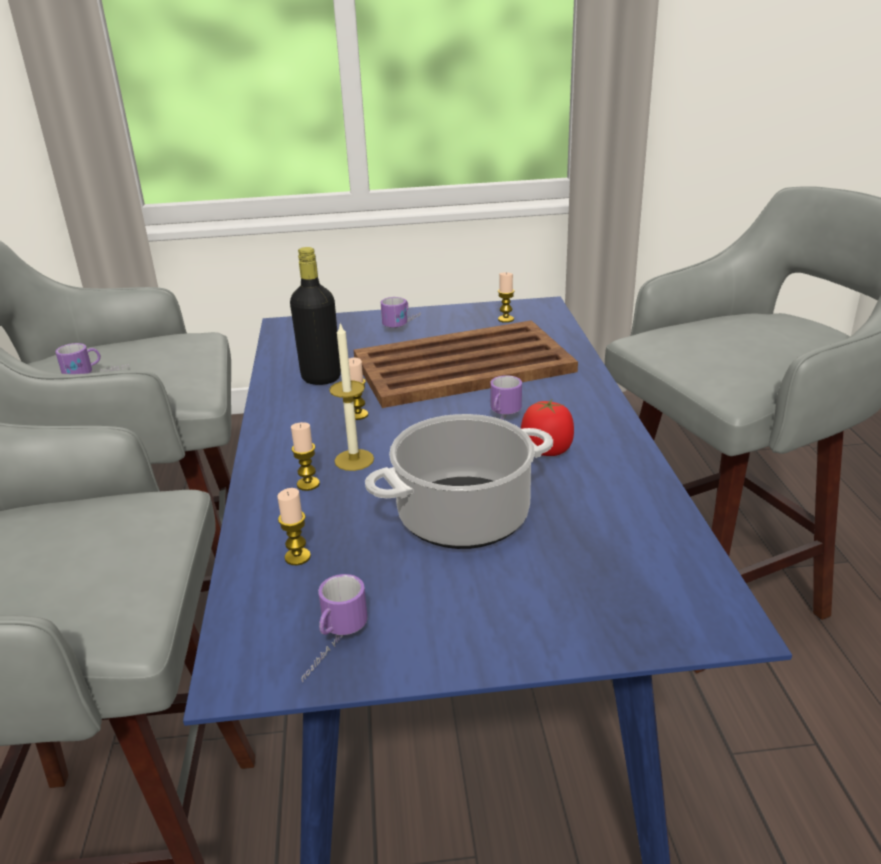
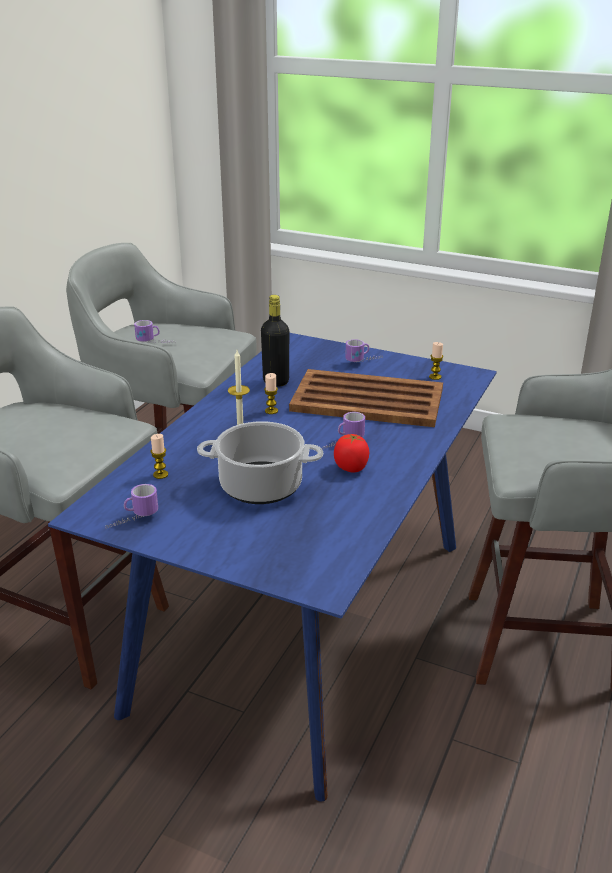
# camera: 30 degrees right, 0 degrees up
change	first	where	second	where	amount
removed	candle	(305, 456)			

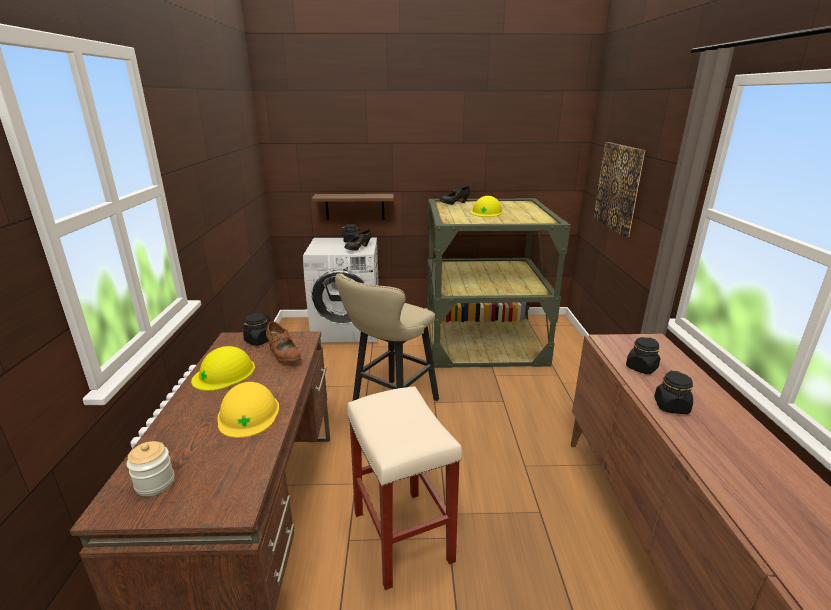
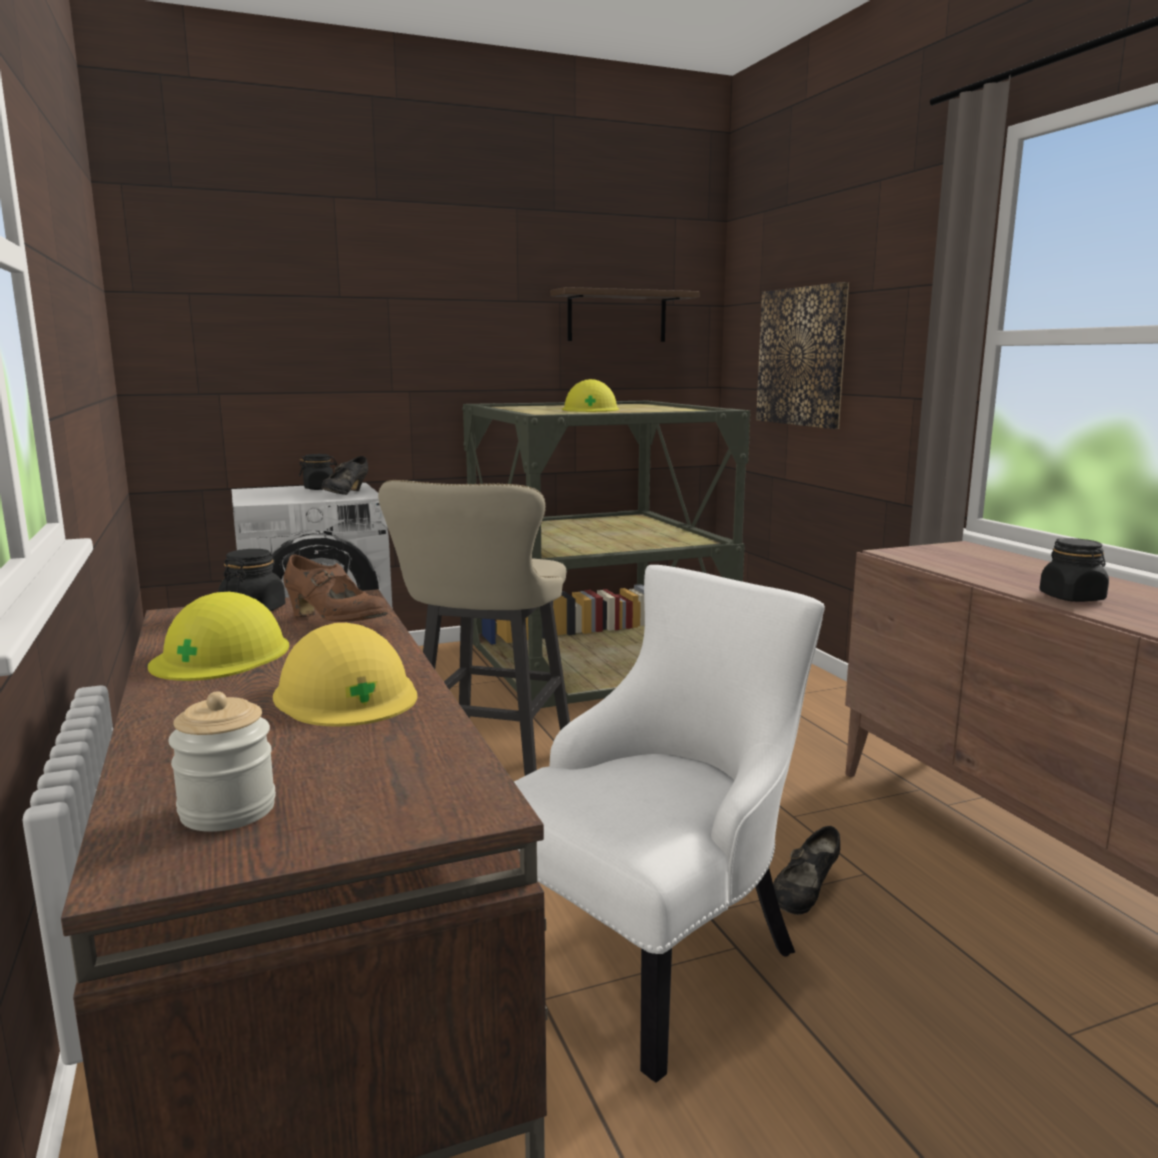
# camera: 20 degrees left, 10 degrees down
change	first	where	second	where	amount
moved	shelf	(352, 207)		(625, 314)	
replaced	stool in beige	(404, 488)	chair in white	(669, 824)	
moved	shoe in black	(455, 195)		(806, 870)	
removed	jar in black	(643, 355)			

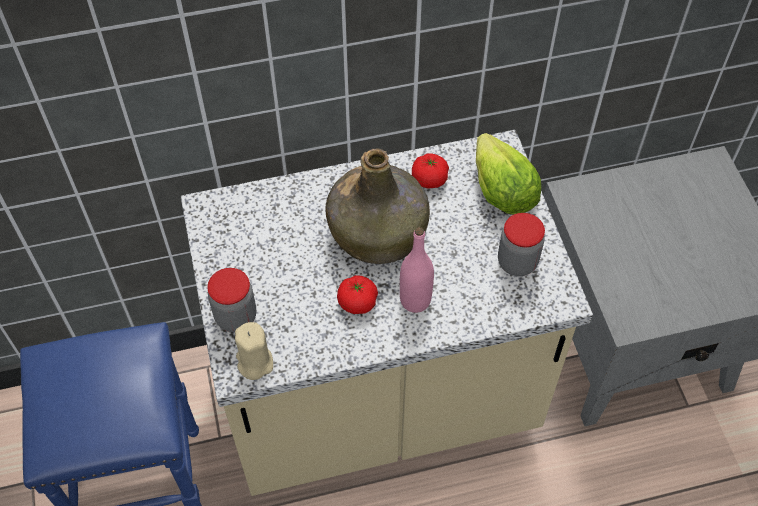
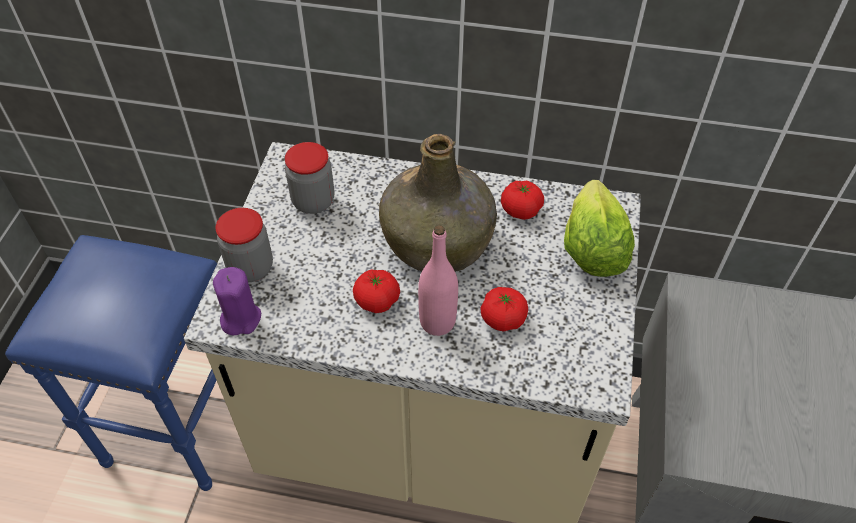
# camera: 25 degrees right, 5 degrees down
change	first	where	second	where	amount
recoloured	candle in beige	(254, 351)	candle in purple	(237, 301)	
moved	jar	(521, 244)		(309, 178)	
added			tomato	(504, 309)	

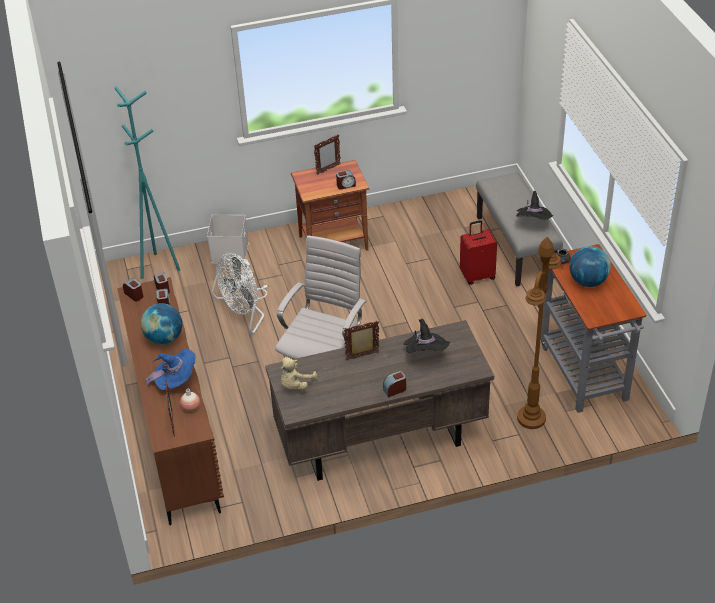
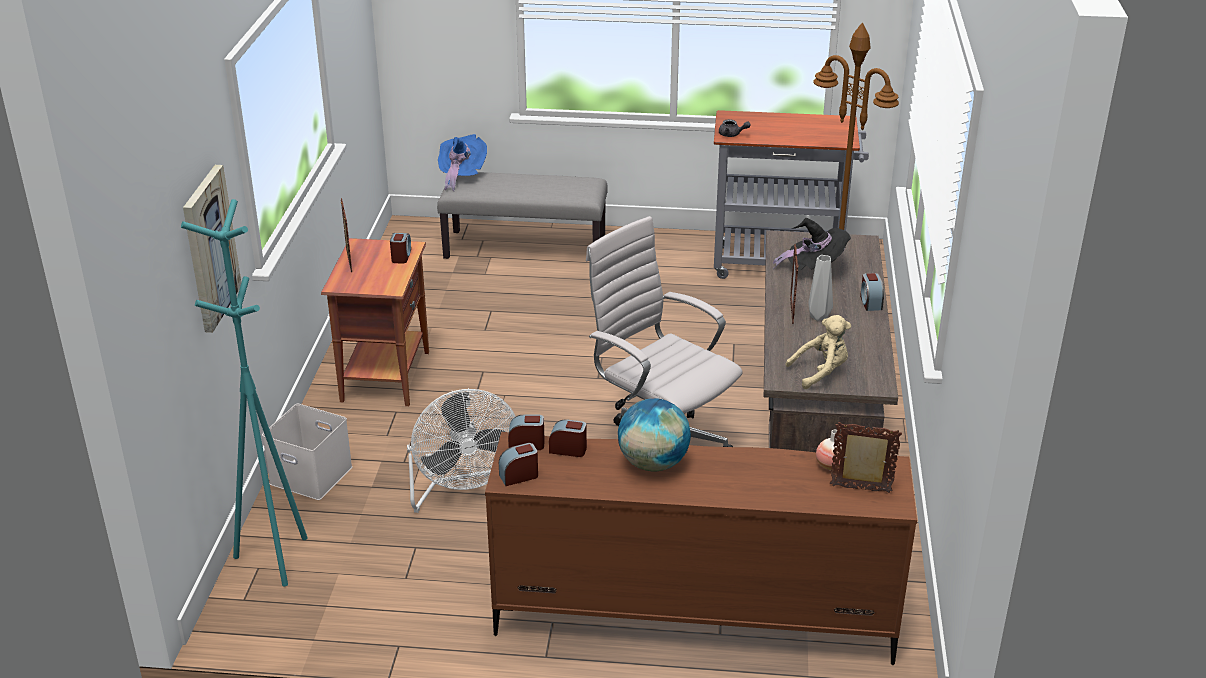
# camera: 70 degrees left, 10 degrees down
change	first	where	second	where	amount
moved	hat in blue	(170, 370)		(462, 162)	
turned	plush toy in beige	(299, 373)		(818, 352)	75 degrees counterclockwise
removed	suitcase in red	(478, 252)			
removed	hat in black	(534, 205)			
removed	globe	(590, 266)			
added			picture	(212, 249)	
added			vase in grey	(820, 288)	

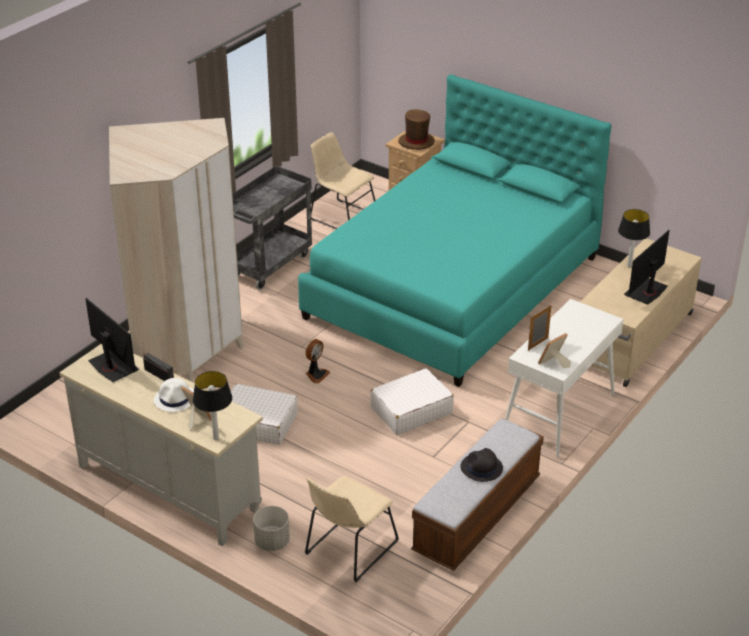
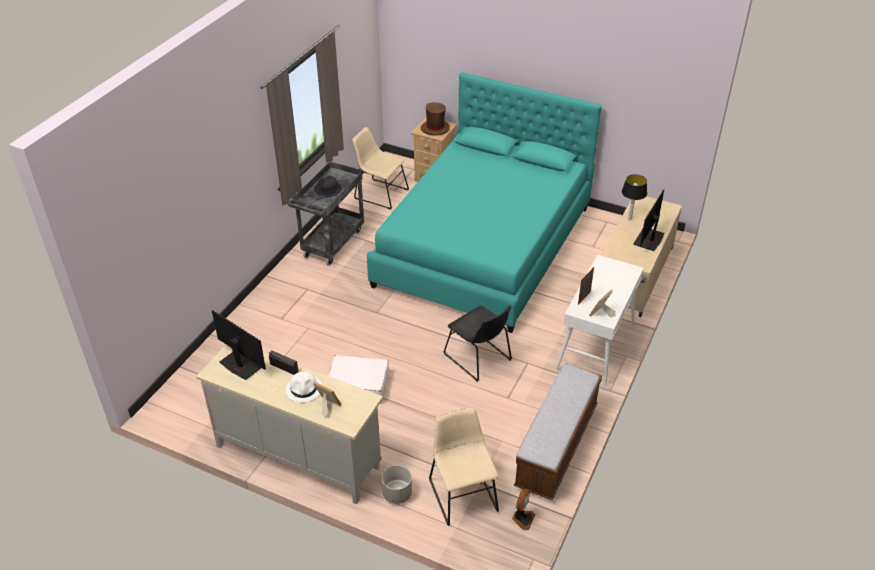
# camera: 10 degrees left, 5 degrees up
change	first	where	second	where	amount
removed	wardrobe in beige	(176, 250)			
removed	table lamp	(212, 405)			
moved	fan	(317, 361)		(523, 509)	
turned	chair in beige	(352, 529)		(464, 466)	135 degrees clockwise
replaced	suitcase in white	(412, 401)	chair in black	(477, 344)	
moved	hat in black	(482, 465)		(328, 186)	

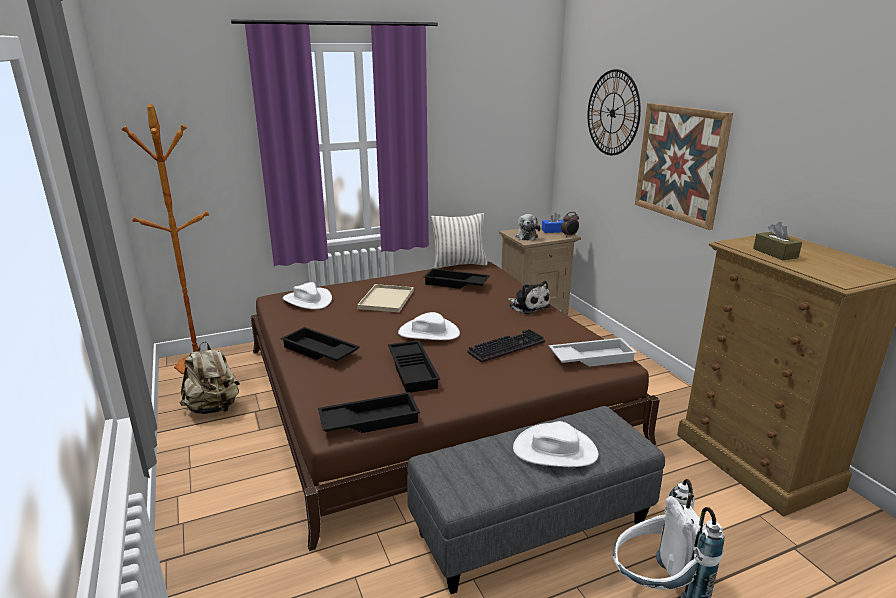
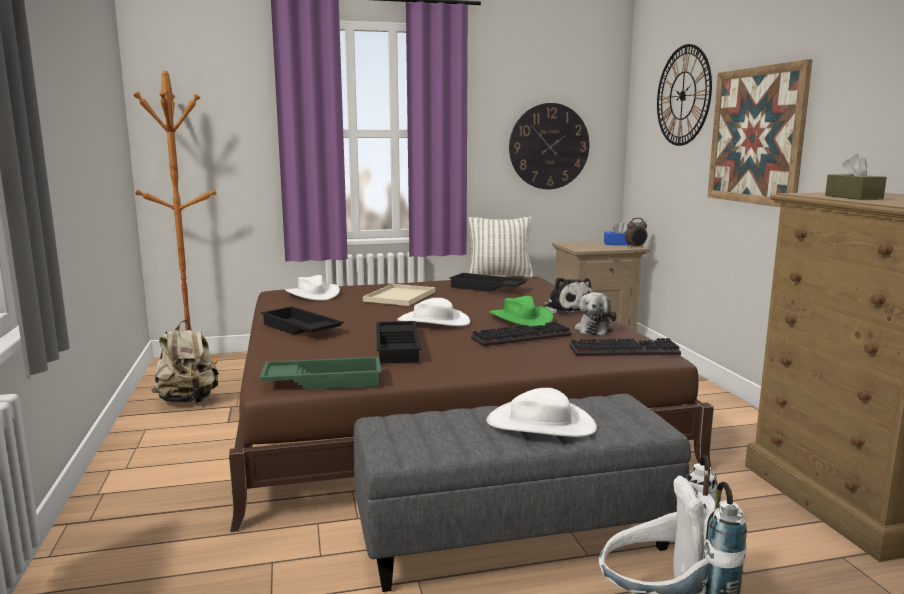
# camera: 10 degrees right, 10 degrees down
change	first	where	second	where	amount
recoloured	tray in black	(369, 412)	tray in green	(320, 373)	
moved	plush toy	(528, 227)		(596, 314)	
replaced	tray in white	(593, 352)	keyboard	(625, 347)	
added			hat in green	(521, 311)	
added			wall clock	(549, 146)	

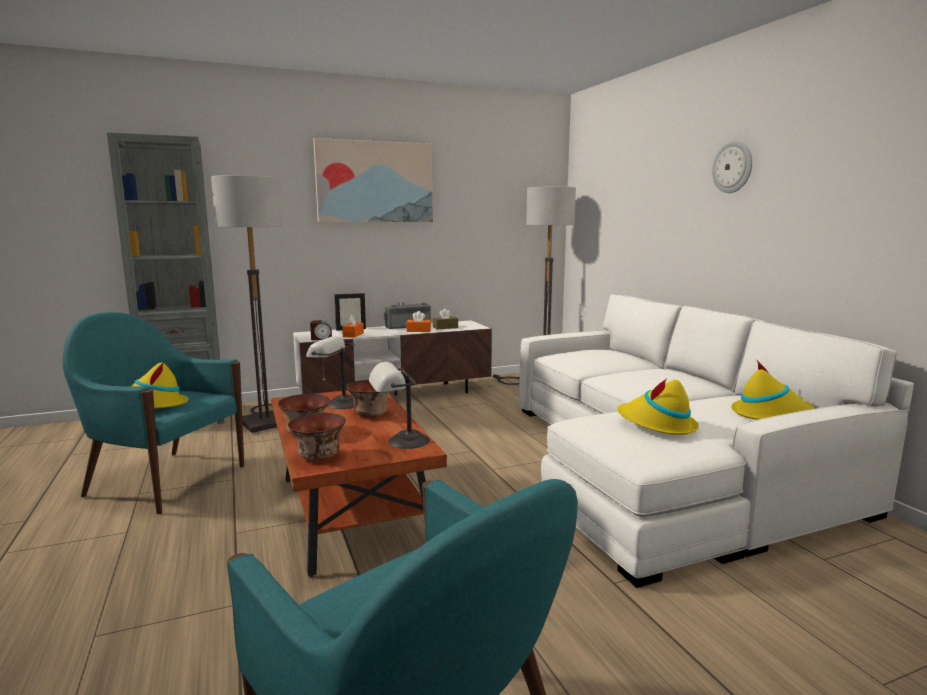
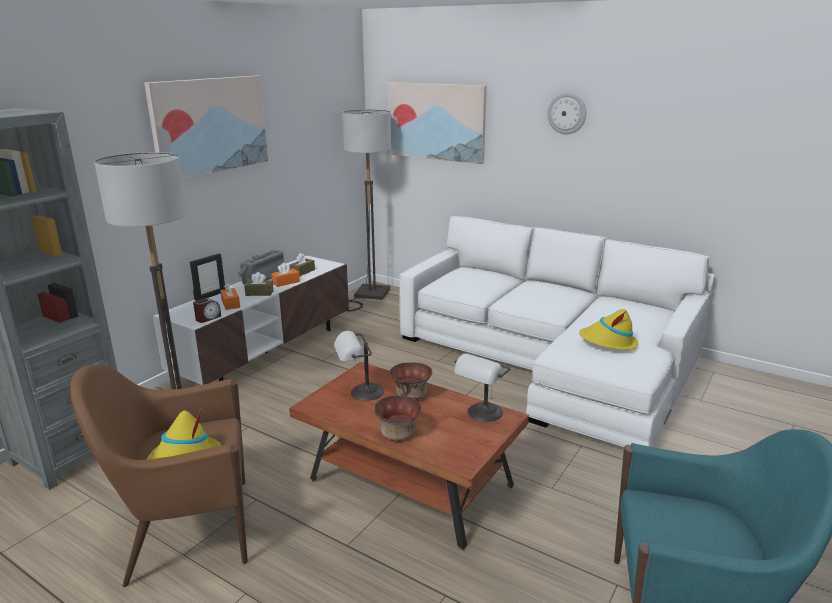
# camera: 35 degrees left, 10 degrees up
change	first	where	second	where	amount
recoloured	armchair in turquoise	(153, 413)	armchair in brown	(159, 475)	
removed	bowl	(317, 436)			
removed	hat in yellow	(772, 389)			
added			tissue box in brown	(259, 284)	
added			picture	(437, 123)	

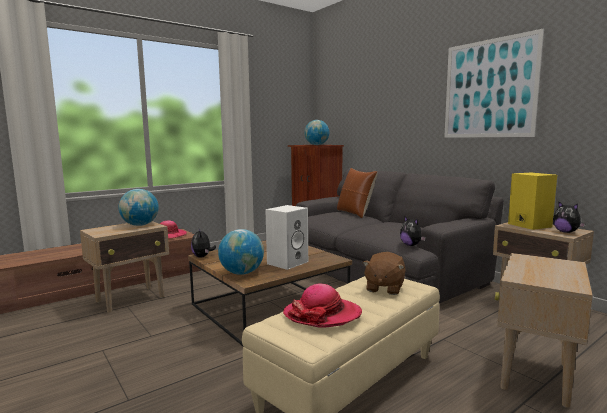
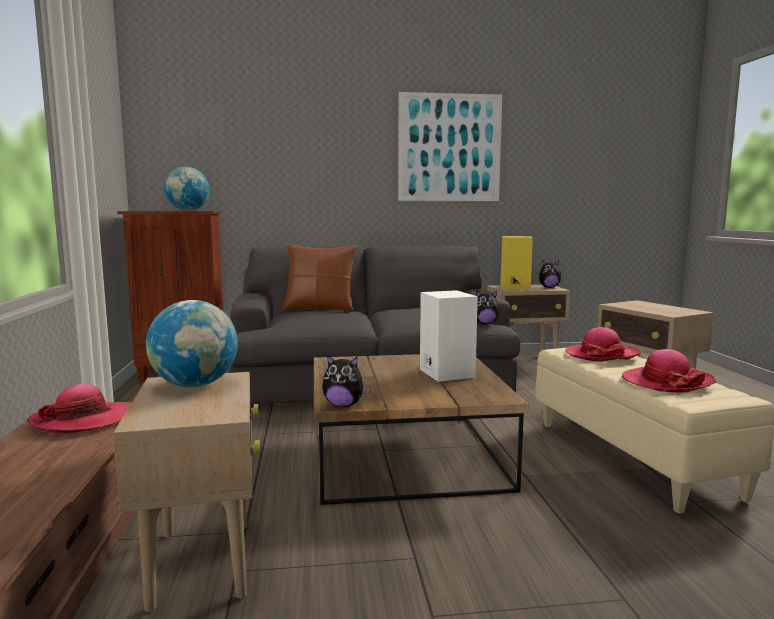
# camera: 60 degrees left, 0 degrees up
change	first	where	second	where	amount
removed	globe	(241, 252)			
replaced	plush toy in brown	(384, 273)	hat	(603, 344)	

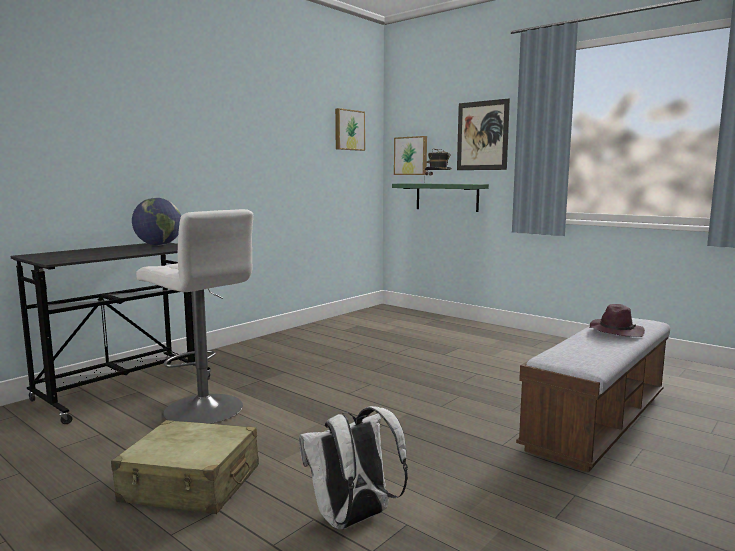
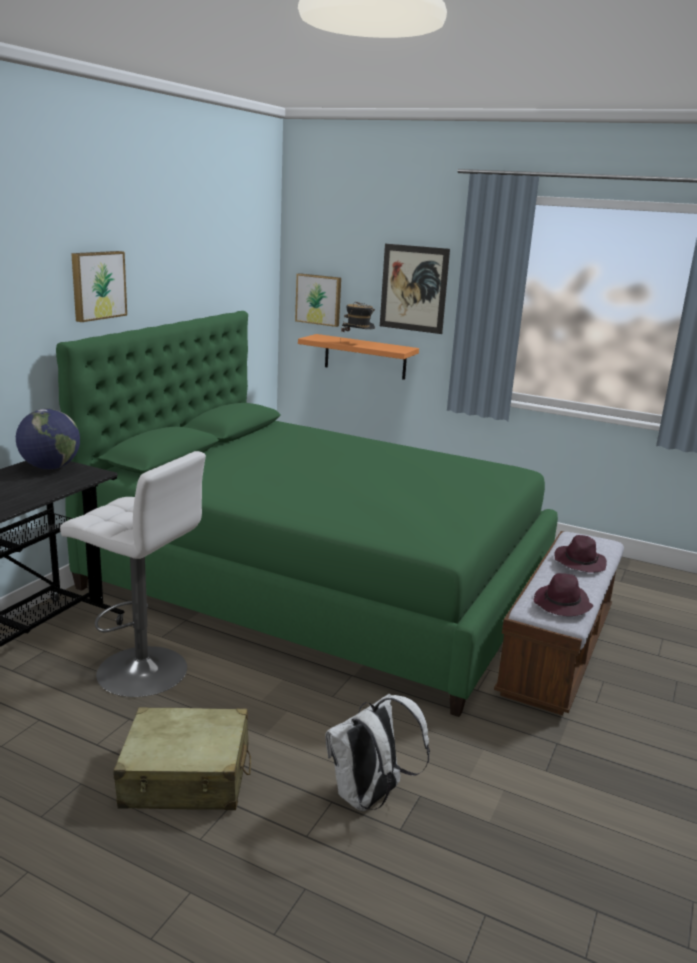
# camera: 15 degrees left, 10 degrees up
change	first	where	second	where	amount
moved	picture	(350, 129)		(99, 286)	
recoloured	shelf in green	(440, 197)	shelf in orange	(358, 357)	
added			bed in green	(307, 514)	
added			hat in purple	(563, 594)	

